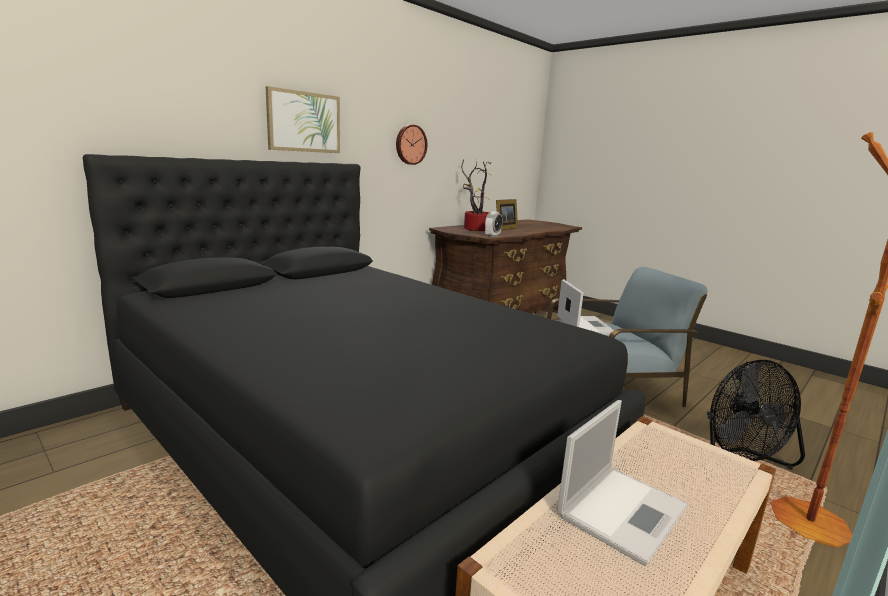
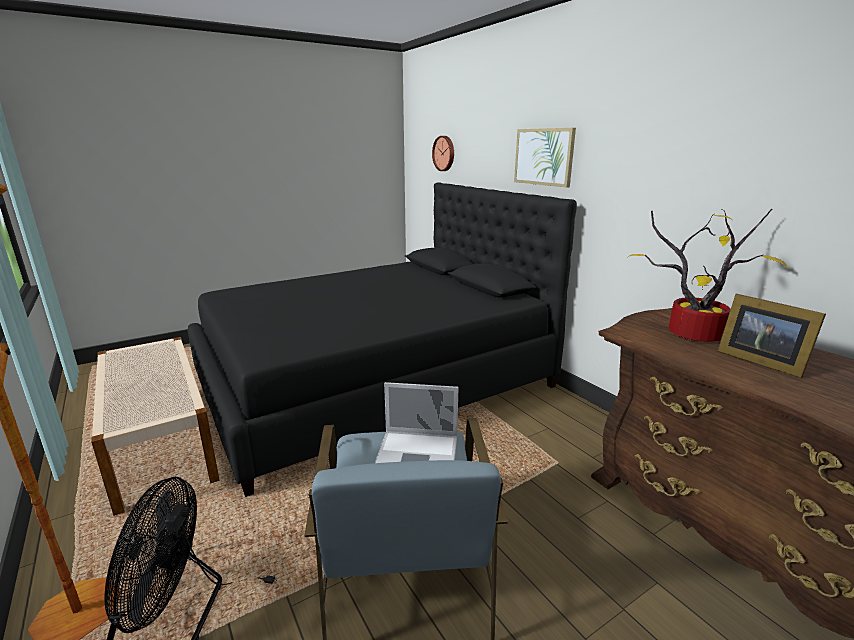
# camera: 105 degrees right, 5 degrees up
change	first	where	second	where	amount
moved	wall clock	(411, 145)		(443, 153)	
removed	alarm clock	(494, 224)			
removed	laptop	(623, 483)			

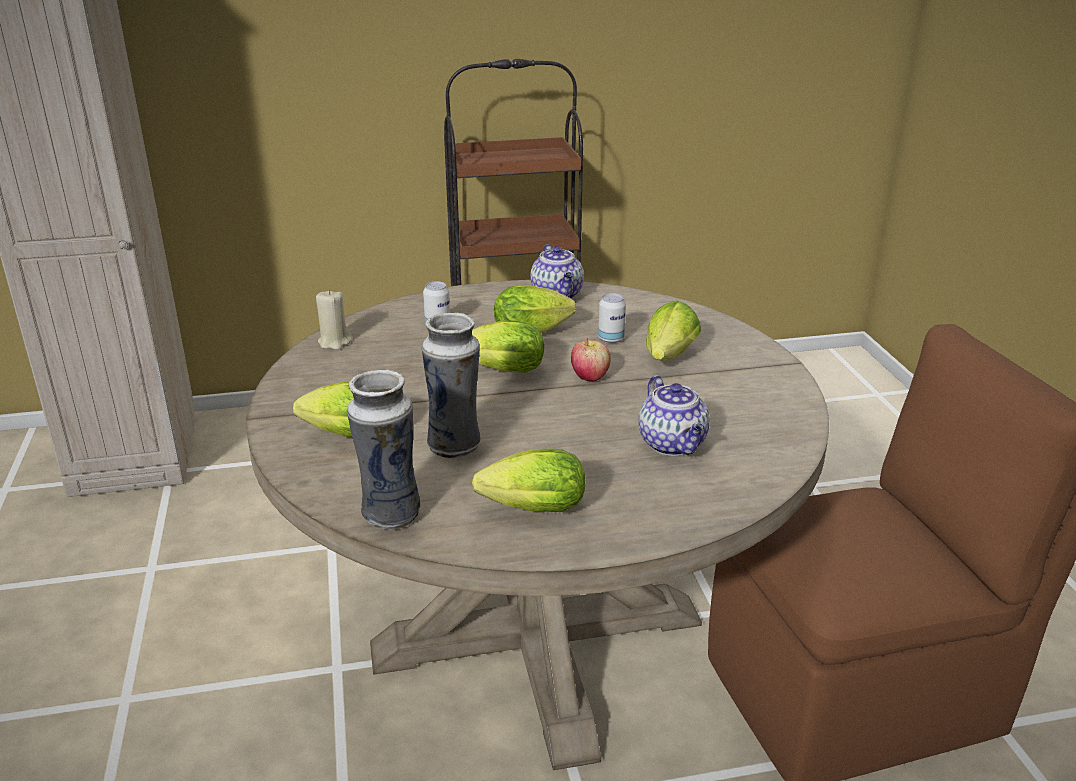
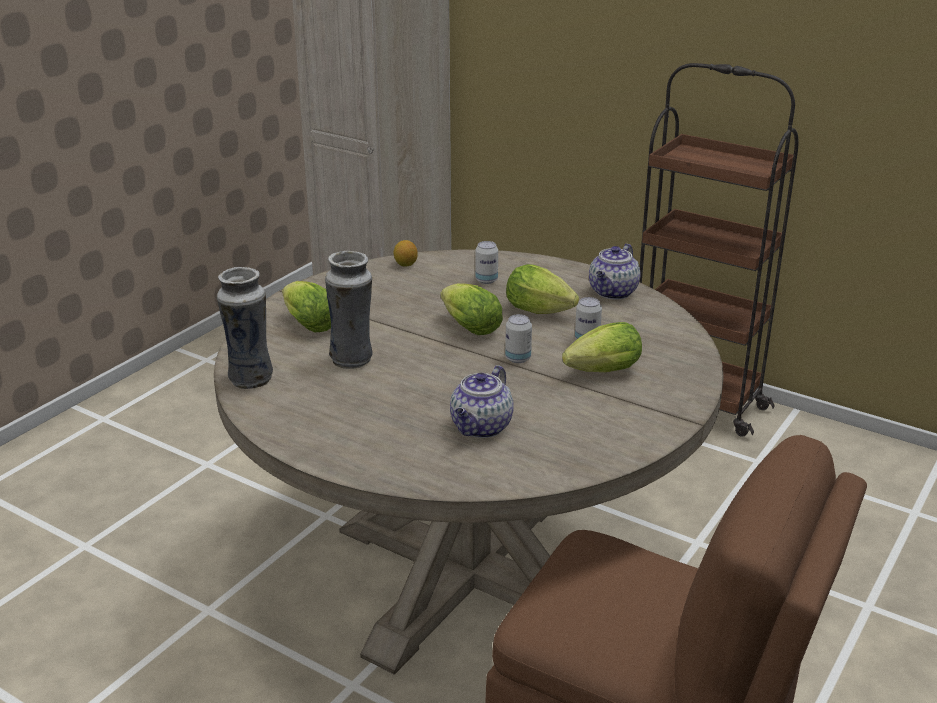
# camera: 45 degrees right, 0 degrees up
change	first	where	second	where	amount
replaced	candle in beige	(334, 319)	lemon	(406, 253)	
removed	lettuce	(528, 480)			
replaced	apple	(591, 359)	can	(518, 338)	

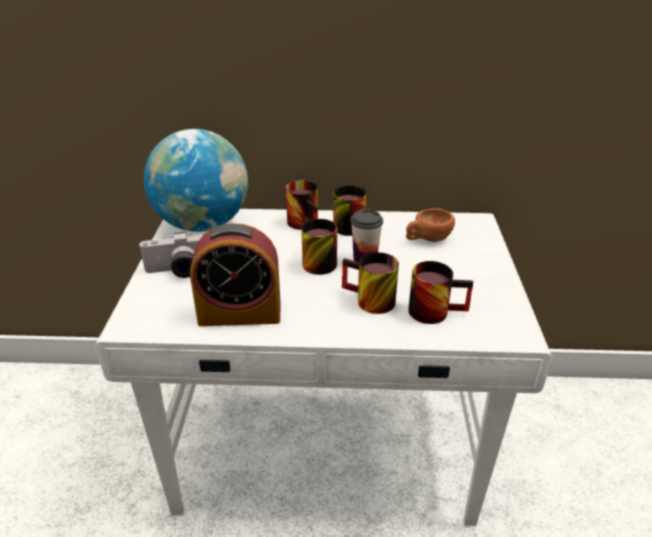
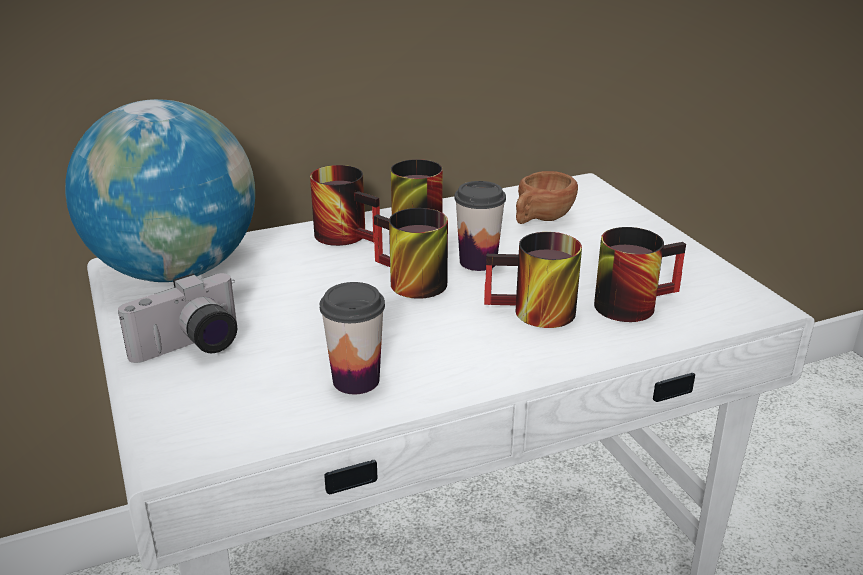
# camera: 25 degrees left, 5 degrees down
change	first	where	second	where	amount
replaced	alarm clock	(235, 274)	cup	(352, 338)	

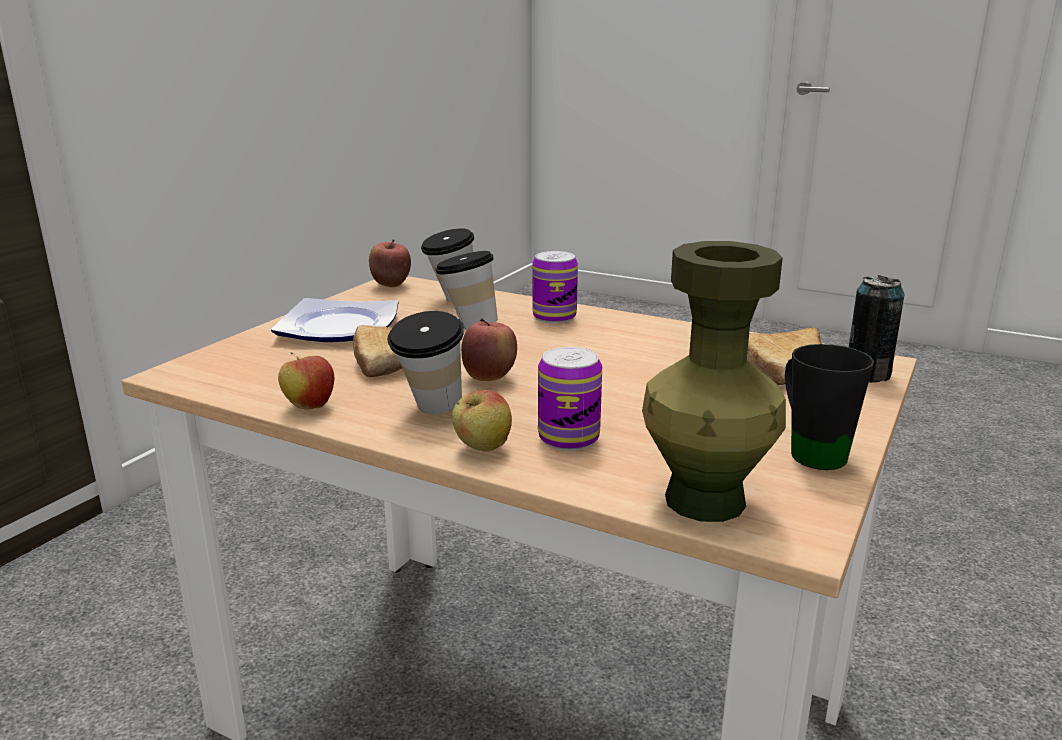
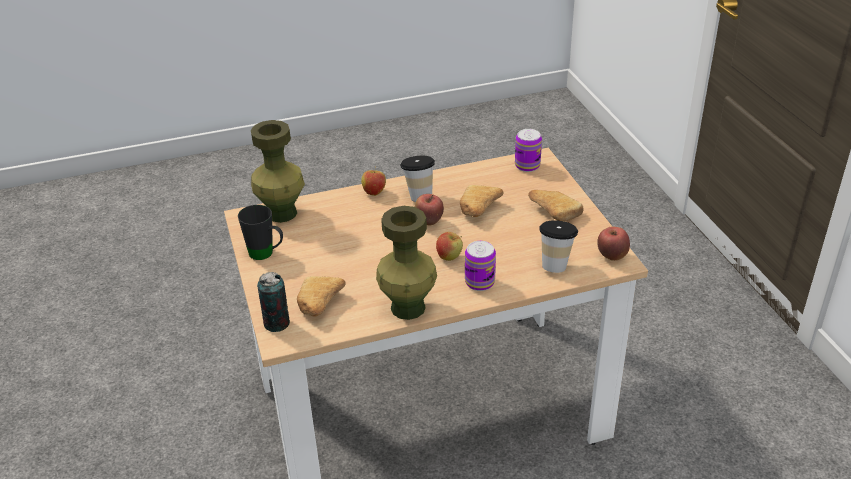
# camera: 135 degrees right, 15 degrees up
change	first	where	second	where	amount
replaced	plate	(334, 320)	bread	(556, 205)	
moved	apple	(306, 380)		(449, 246)	
removed	cup	(466, 290)			
moved	can	(570, 399)		(528, 150)	
added			vase in green	(406, 263)	

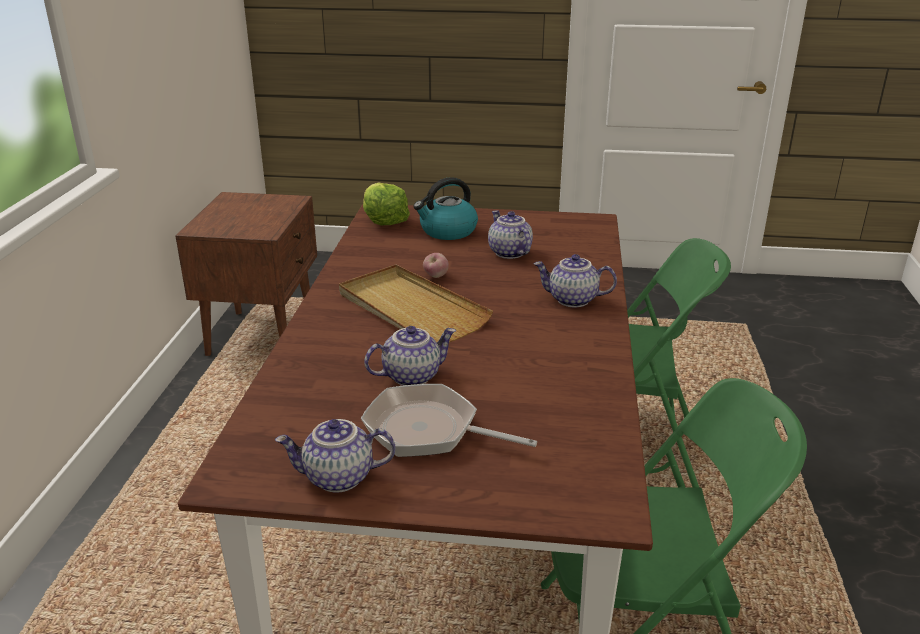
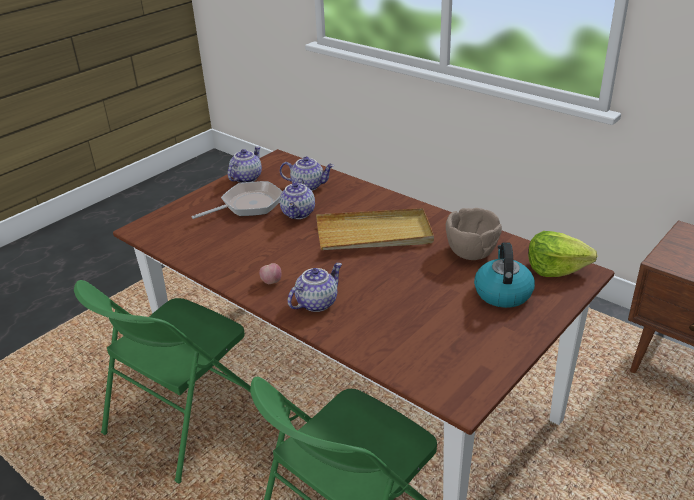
# camera: 125 degrees right, 5 degrees up
change	first	where	second	where	amount
moved	apple	(436, 265)		(270, 273)	
moved	teapot	(510, 234)		(307, 174)	
added			bowl in brown	(474, 234)	

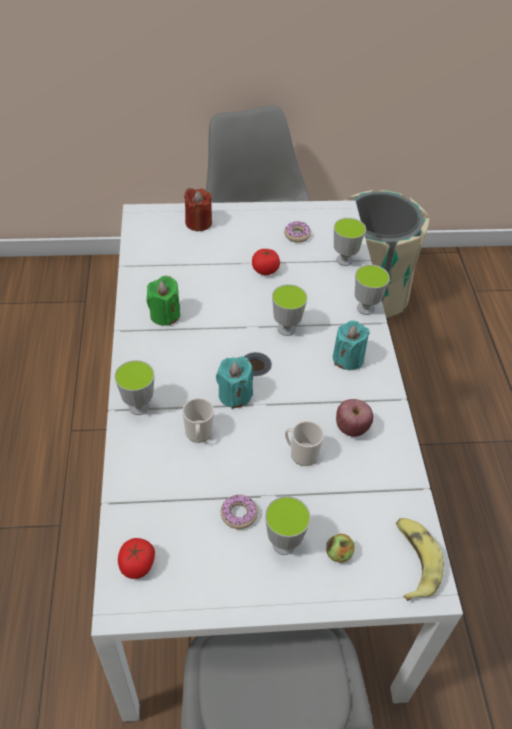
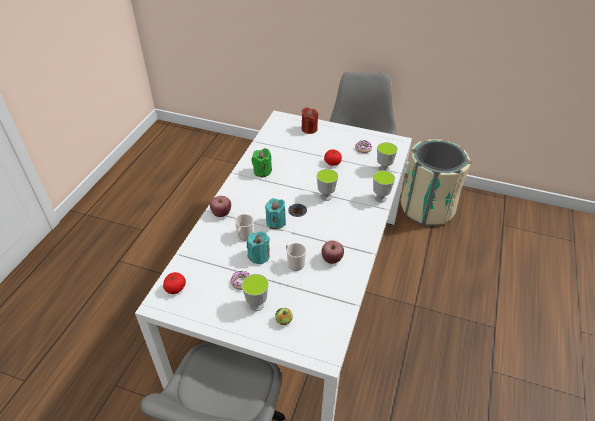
# camera: 25 degrees right, 5 degrees down
change	first	where	second	where	amount
replaced	cup	(135, 387)	apple	(220, 206)	
moved	candle in turquoise	(351, 345)		(258, 247)	
removed	banana	(420, 559)			

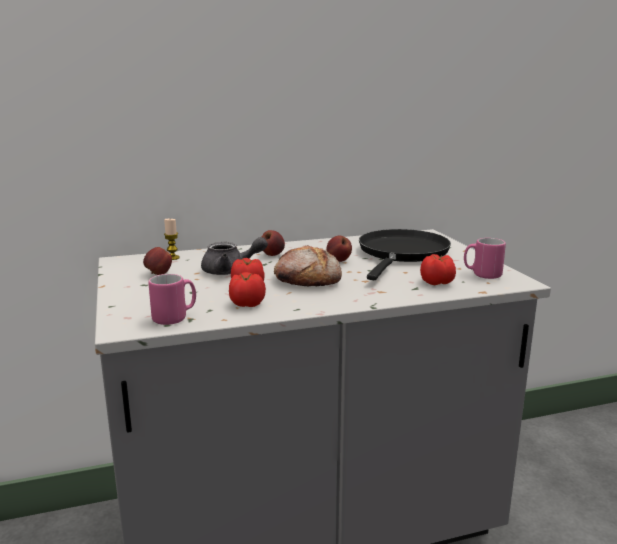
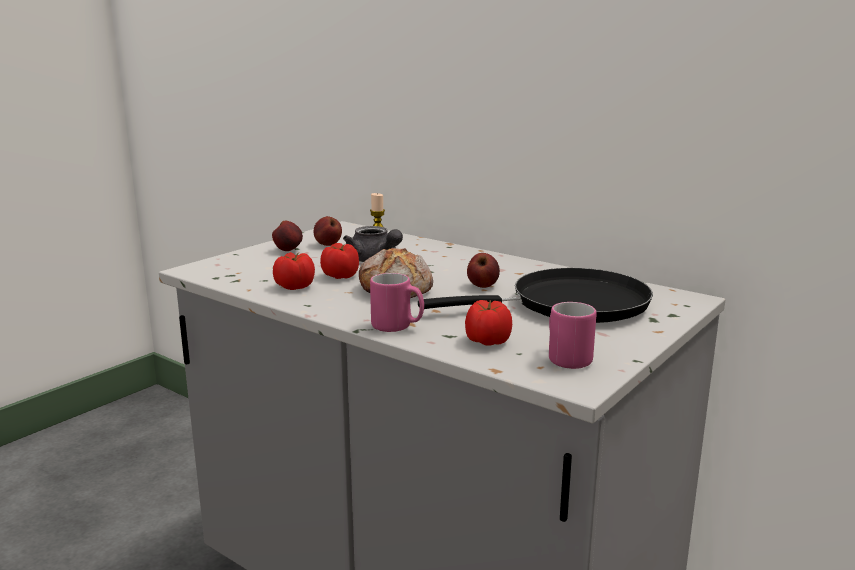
# camera: 55 degrees right, 0 degrees up
change	first	where	second	where	amount
moved	mug in pink	(172, 299)		(397, 302)	
moved	apple	(273, 243)		(287, 236)	

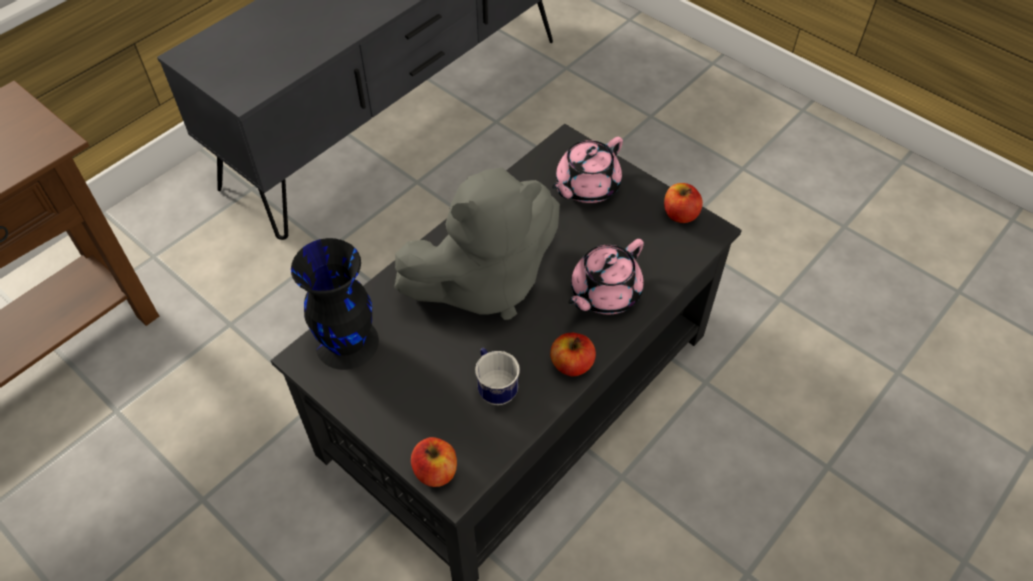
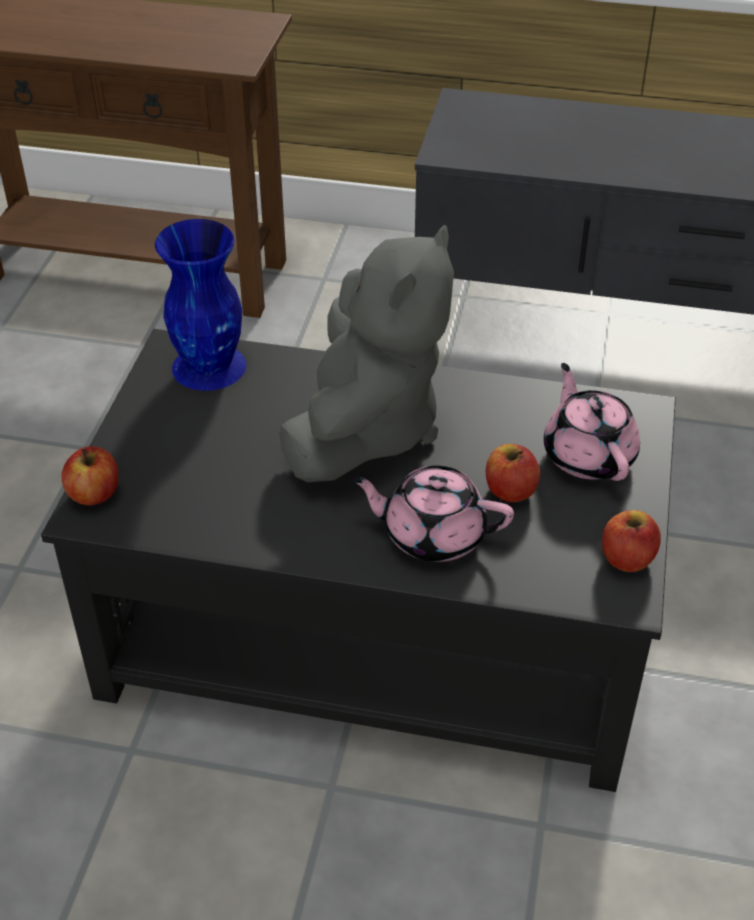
# camera: 60 degrees right, 10 degrees down
change	first	where	second	where	amount
recoloured	vase in black	(335, 304)	vase in blue	(200, 305)	
turned	plush toy in grey	(477, 244)		(366, 353)	105 degrees counterclockwise
removed	mug	(497, 376)			
moved	apple	(573, 354)		(513, 473)	
turned	teapot in pink	(587, 170)		(592, 422)	60 degrees clockwise

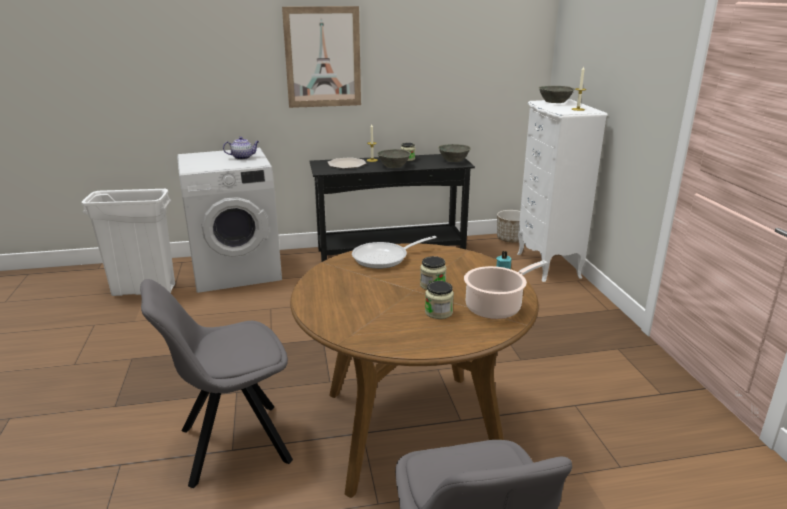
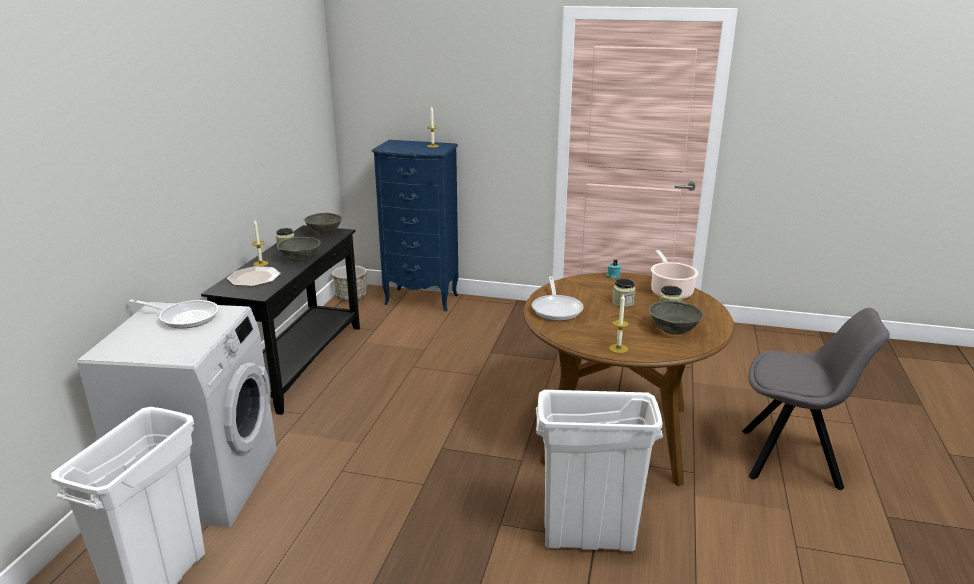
# camera: 65 degrees left, 0 degrees up
change	first	where	second	where	amount
replaced	chair in grey	(216, 383)	trash can in white	(599, 470)	
replaced	teapot	(241, 148)	frying pan	(174, 314)	
removed	picture	(321, 57)			
recoloured	dresser in white	(562, 190)	dresser in blue	(415, 226)	
moved	bowl in grey	(556, 94)		(676, 317)	
added			candle	(619, 323)	

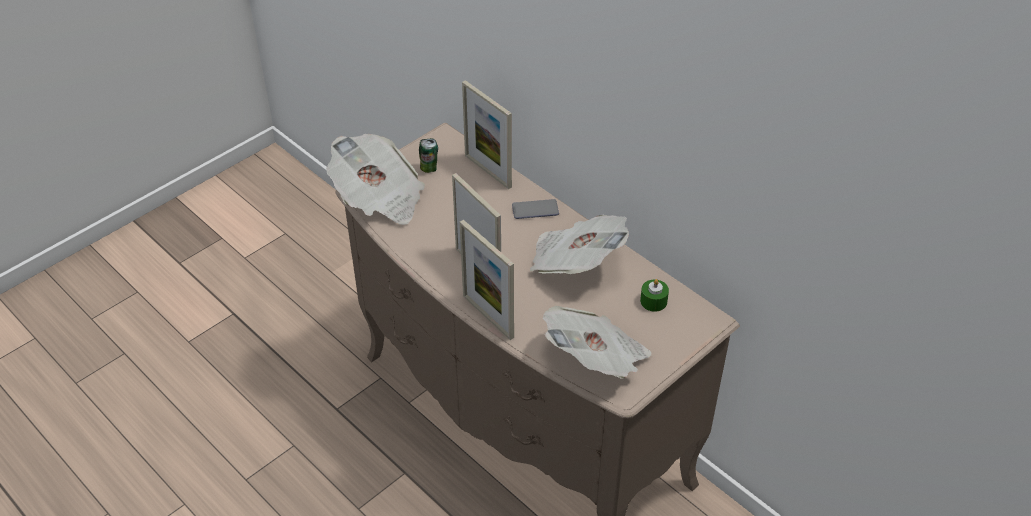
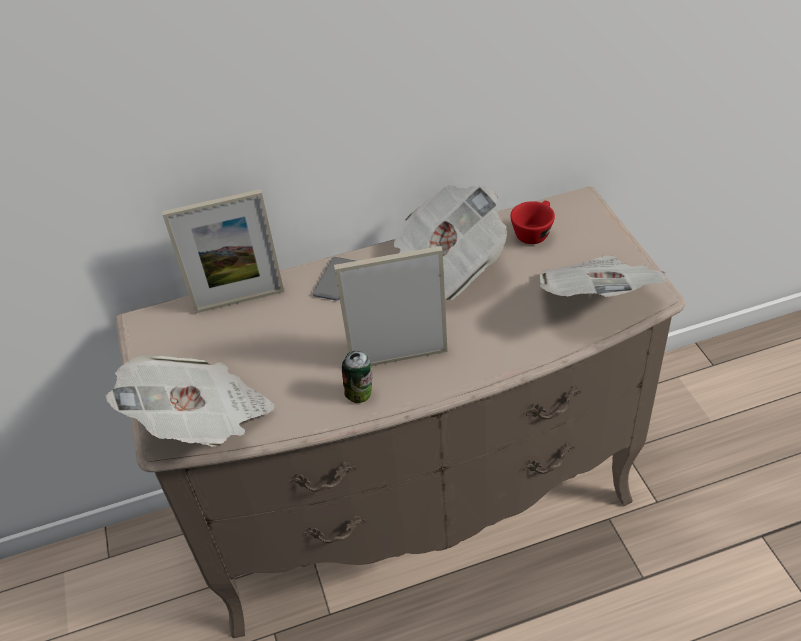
# camera: 60 degrees left, 0 degrees up
change	first	where	second	where	amount
moved	can	(428, 155)		(357, 377)	
removed	picture frame	(487, 280)			
replaced	candle in green	(654, 295)	cup in red	(532, 222)	

